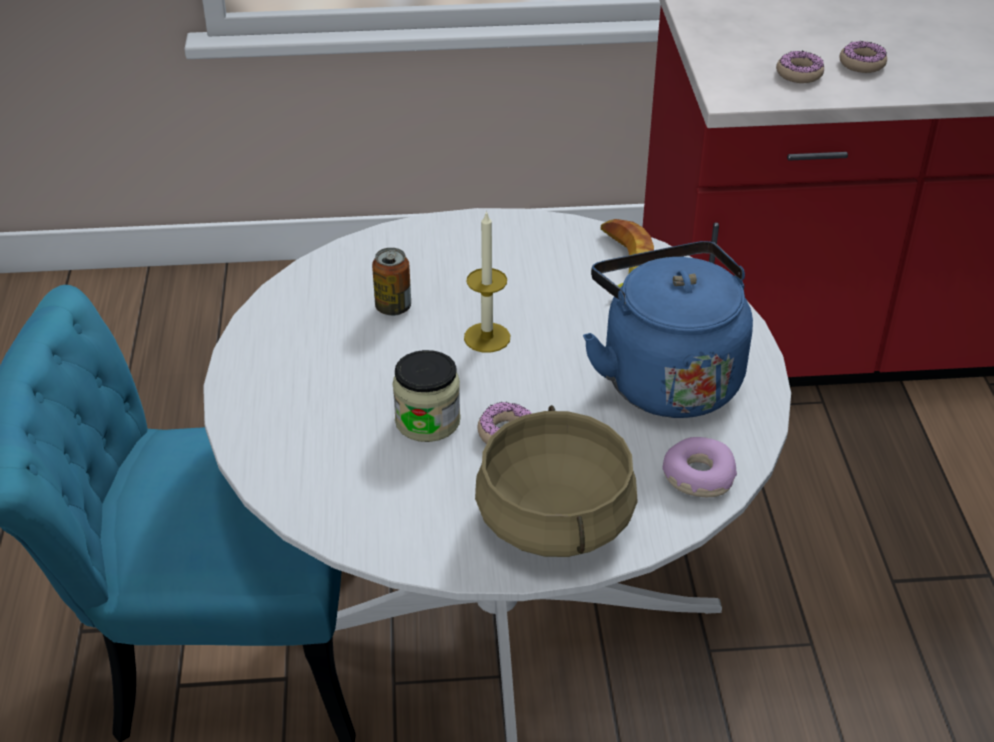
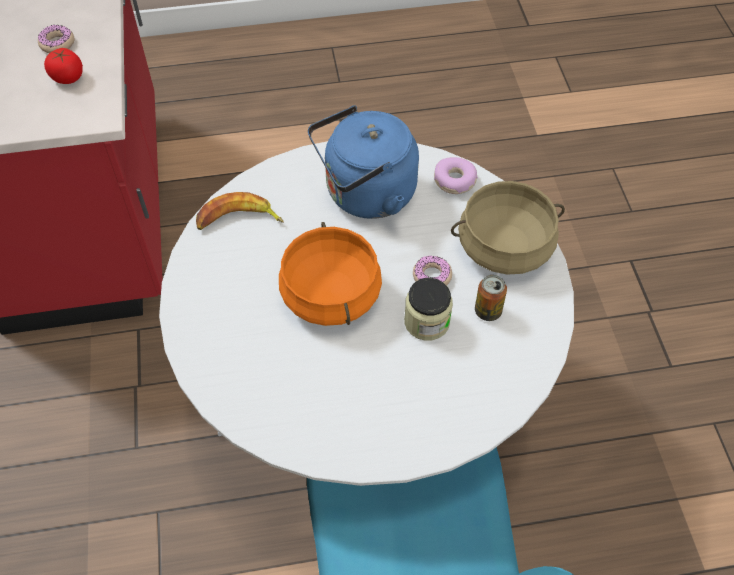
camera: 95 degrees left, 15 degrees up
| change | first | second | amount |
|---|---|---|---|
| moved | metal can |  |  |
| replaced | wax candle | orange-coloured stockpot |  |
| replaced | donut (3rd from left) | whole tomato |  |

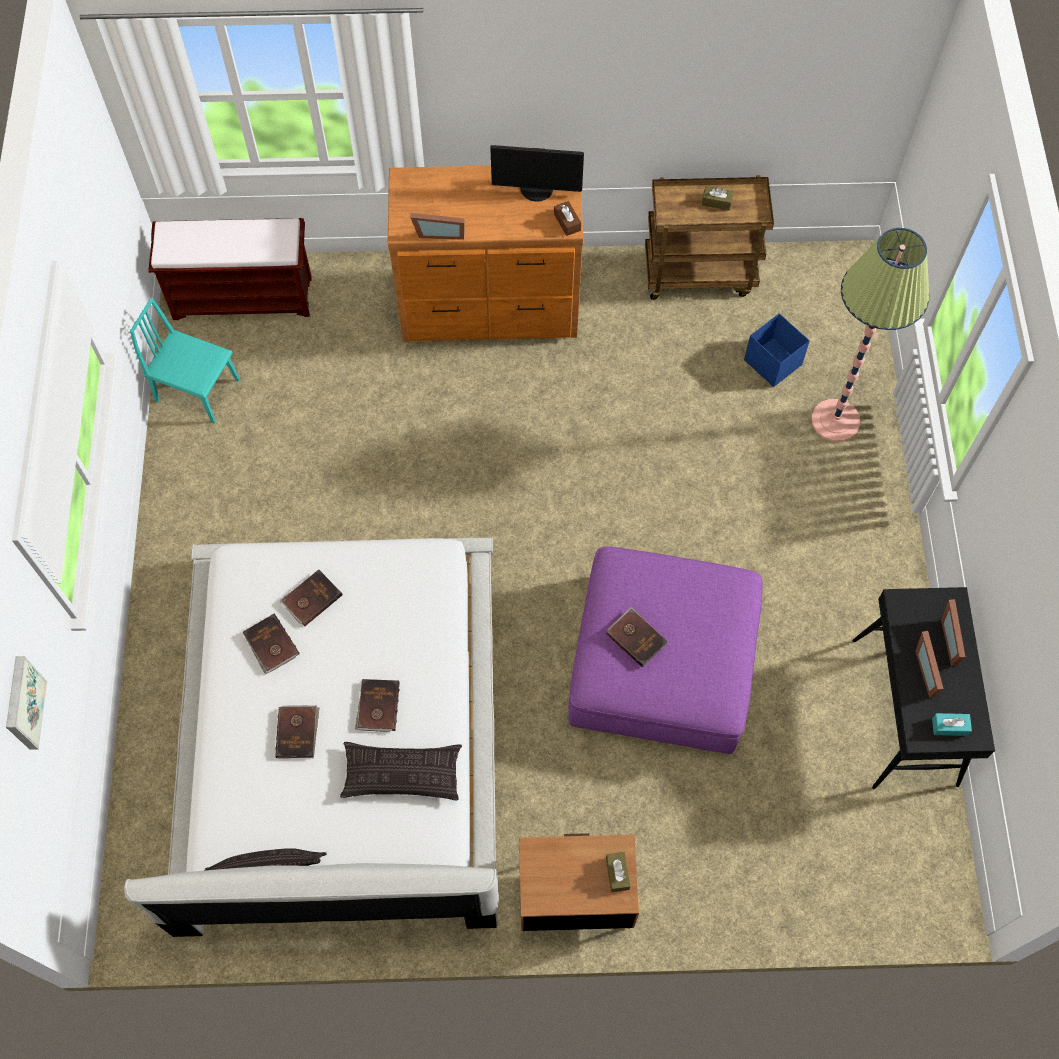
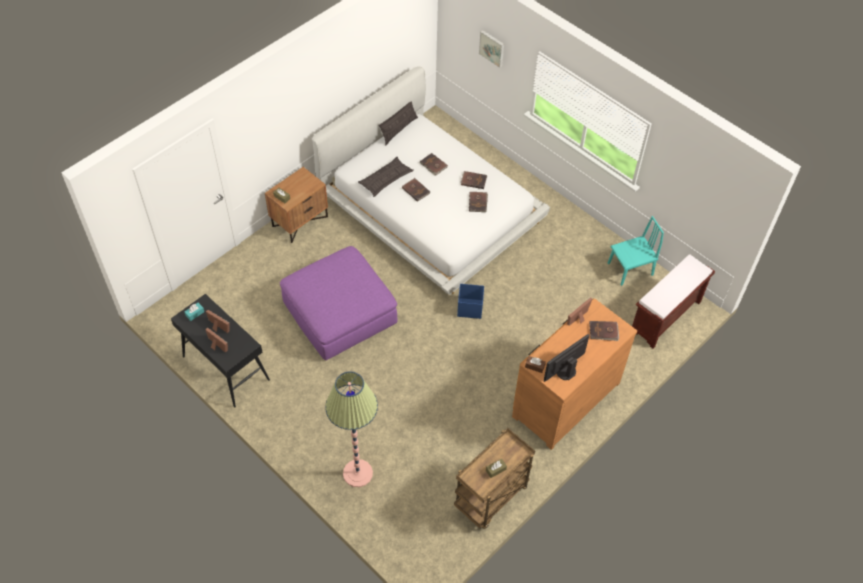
camera: 135 degrees right, 10 degrees down
| change | first | second | amount |
|---|---|---|---|
| moved | brown volume (5th from left) |  |  |
| moved | blue-coloured storage container |  |  |

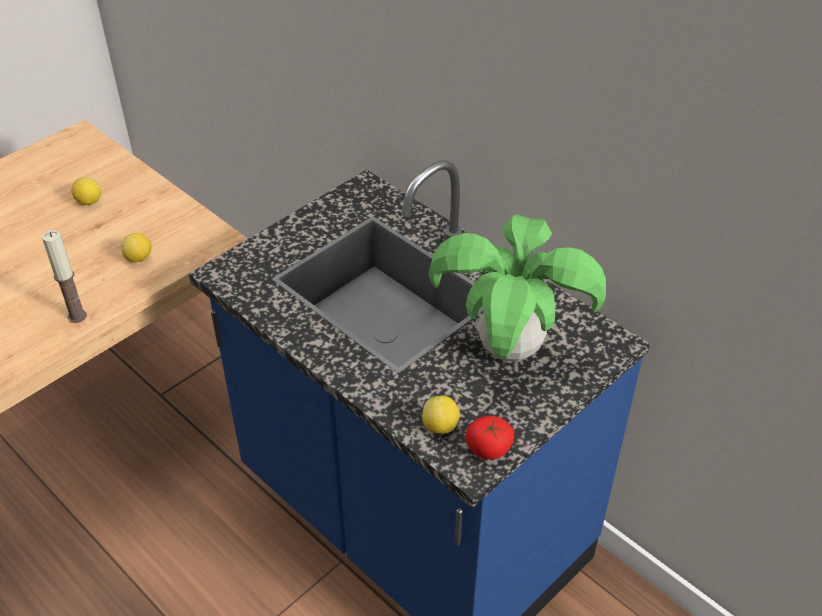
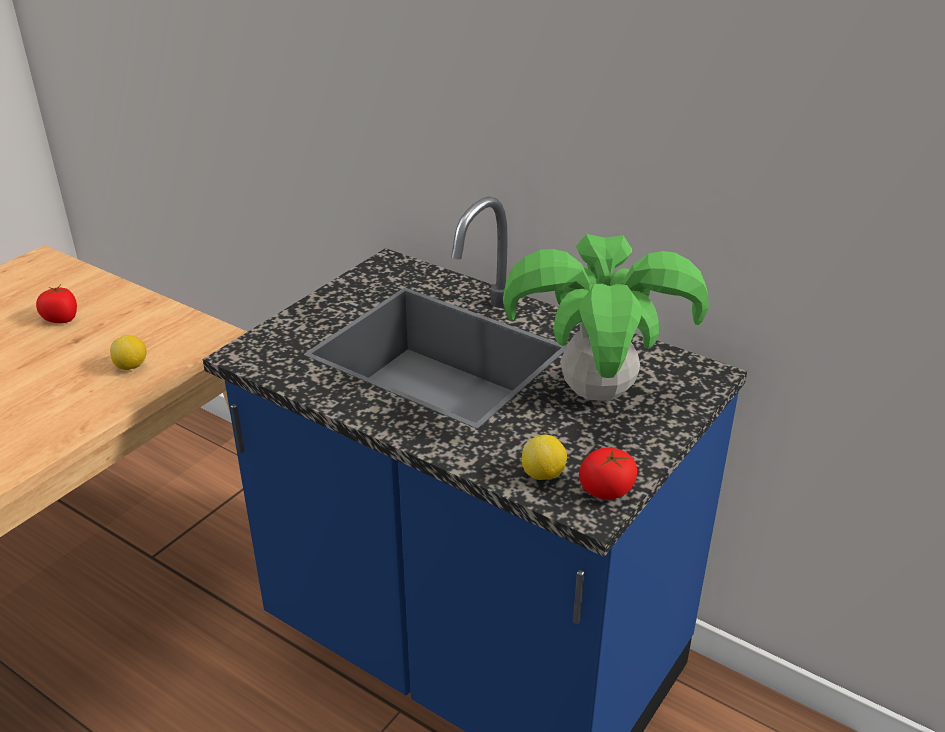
camera: 10 degrees left, 10 degrees down
| change | first | second | amount |
|---|---|---|---|
| removed | wax candle |  |  |
| replaced | citrus fruit (1st from left) | whole tomato (1st from left) |  |

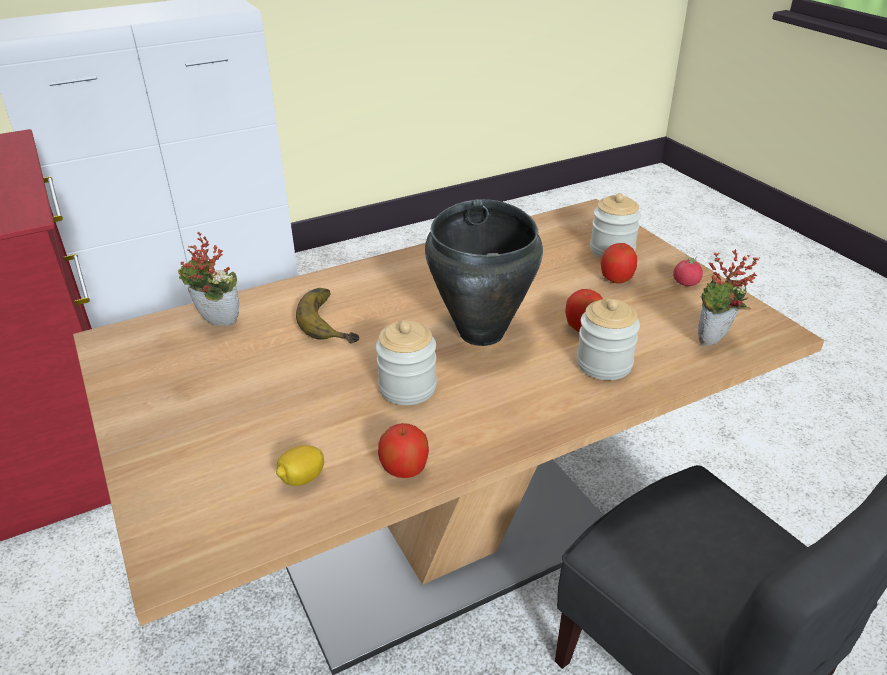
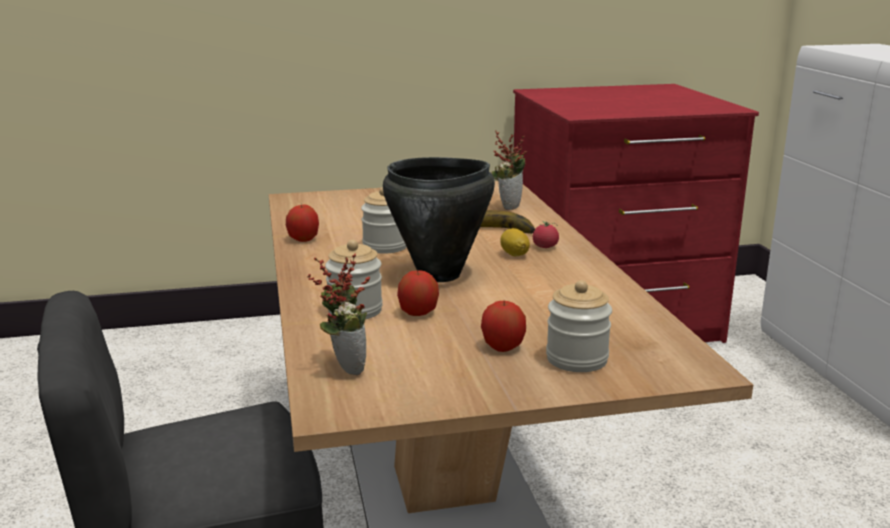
camera: 105 degrees right, 15 degrees down
| change | first | second | amount |
|---|---|---|---|
| moved | citrus fruit |  |  |
| moved | whole tomato |  |  |

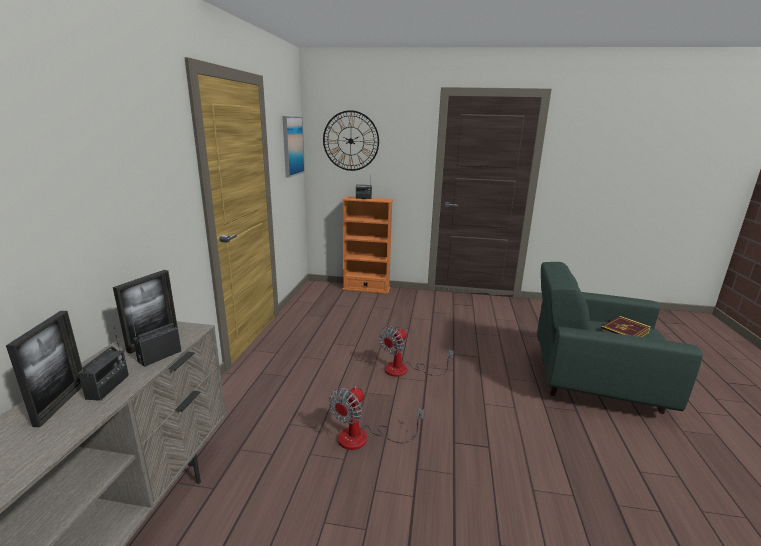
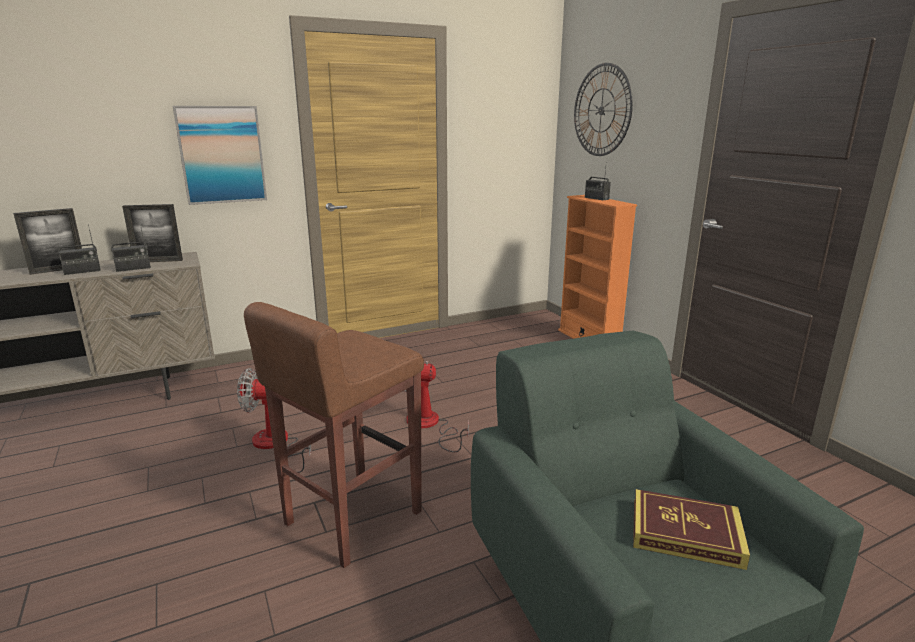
camera: 55 degrees right, 0 degrees up
| change | first | second | amount |
|---|---|---|---|
| turned | radio set (2nd from left) |  | 150 degrees clockwise |
| moved | picture |  |  |
| added |  | brown stool seat |  |

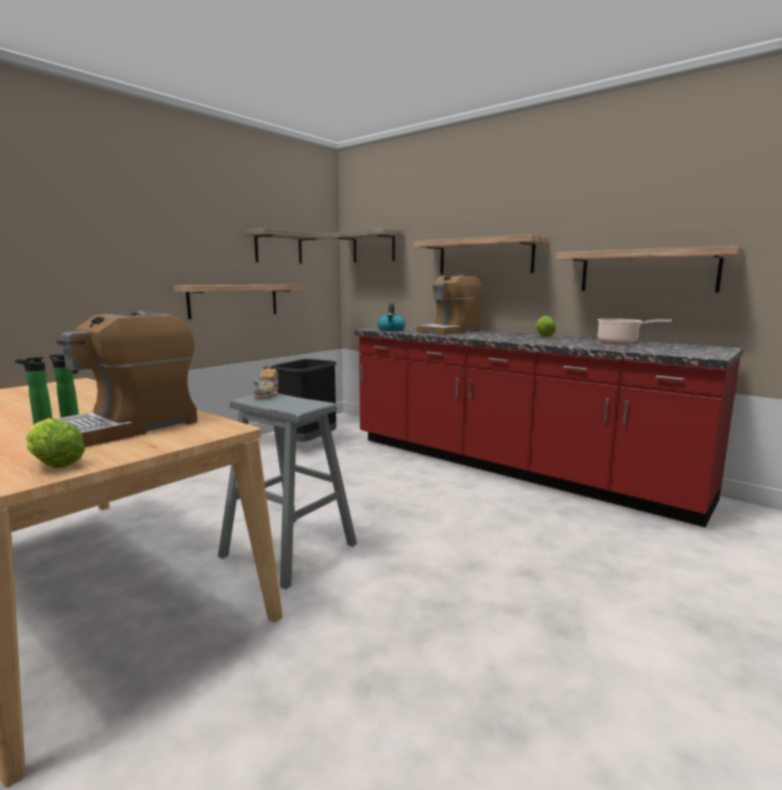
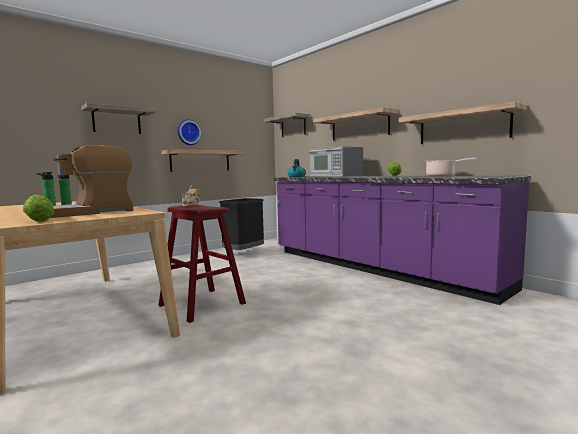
camera: 10 degrees right, 5 degrees down
| change | first | second | amount |
|---|---|---|---|
| recoloured | grey stool seat | red stool seat |  |
| moved | shelf (2nd from left in the first image) | shelf (1st from left) |  |
| recoloured | red kitchen counter | purple-coloured kitchen counter |  |
| replaced | coffee brewer (2nd from left) | microwave oven |  |
| added |  | clock on the wall |  |

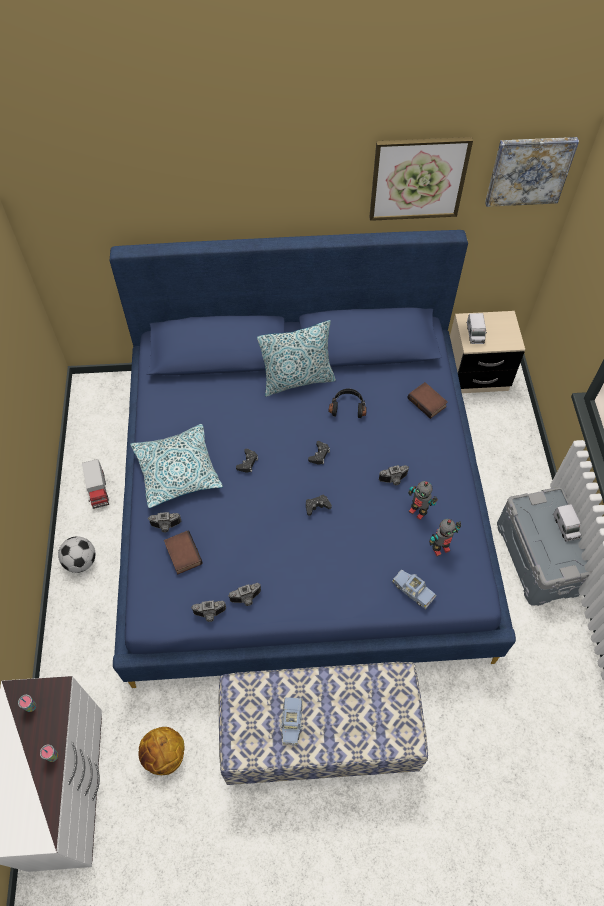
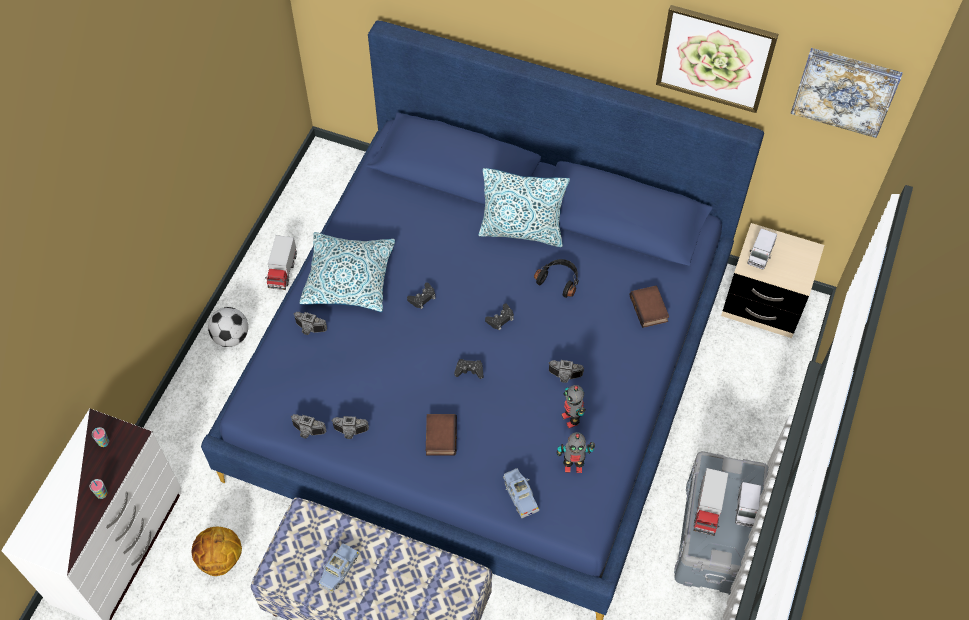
camera: 25 degrees right, 0 degrees up
| change | first | second | amount |
|---|---|---|---|
| moved | volume (1st from left) |  |  |
| added |  | toy truck (2nd from left) |  |

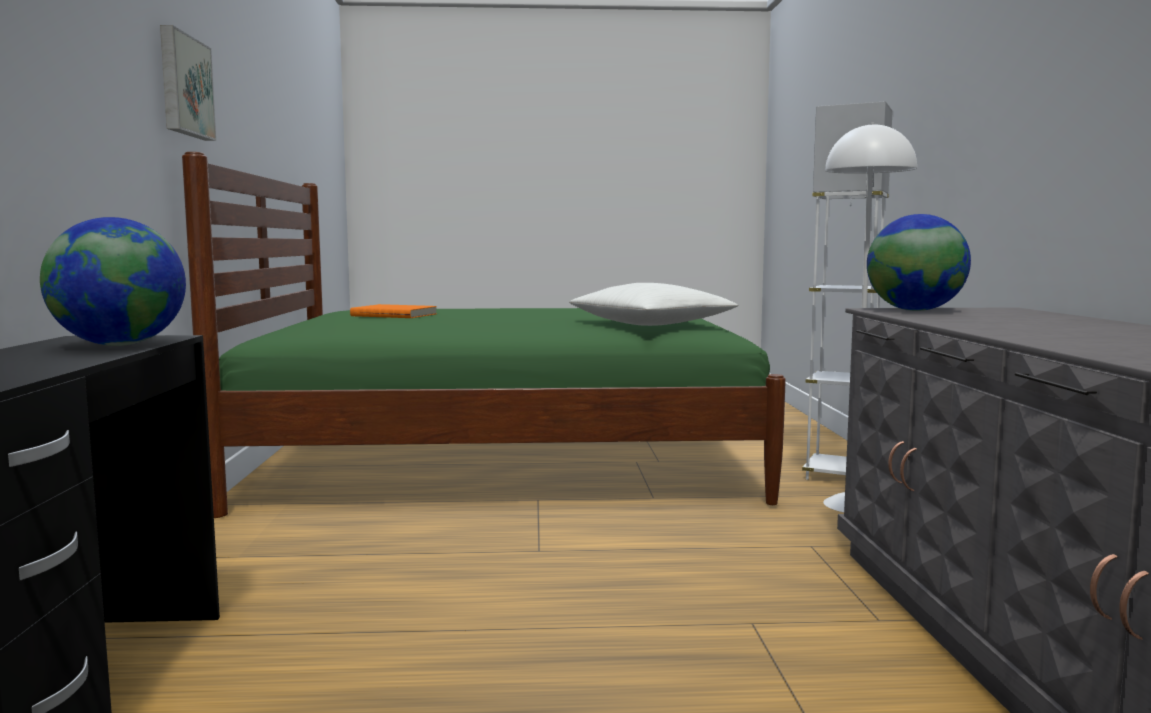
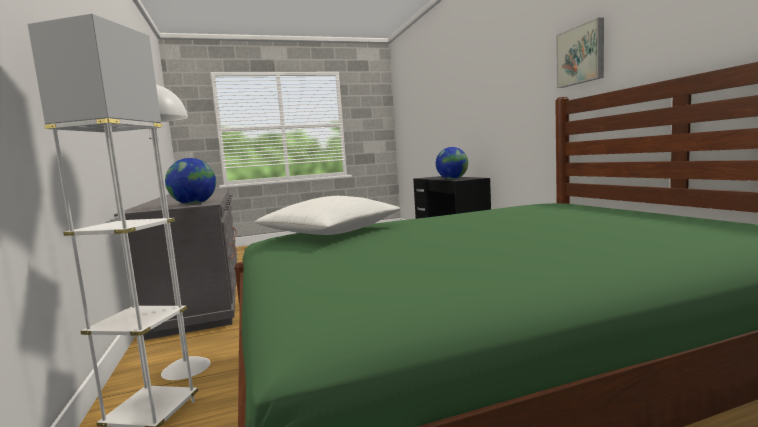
camera: 165 degrees right, 0 degrees up
| change | first | second | amount |
|---|---|---|---|
| removed | orange-coloured volume |  |  |

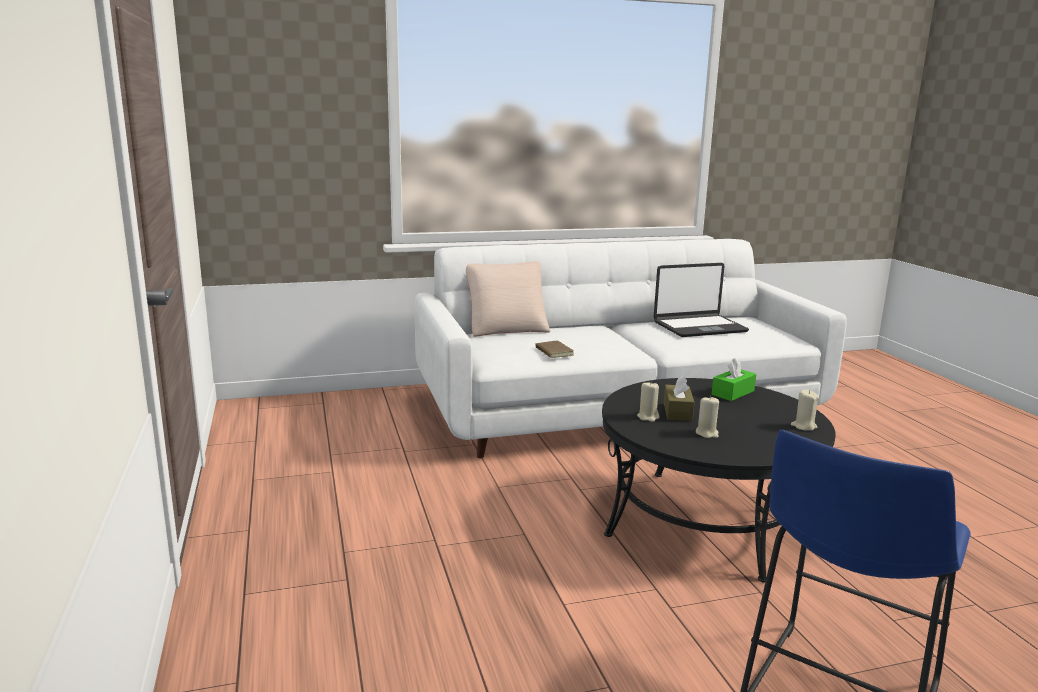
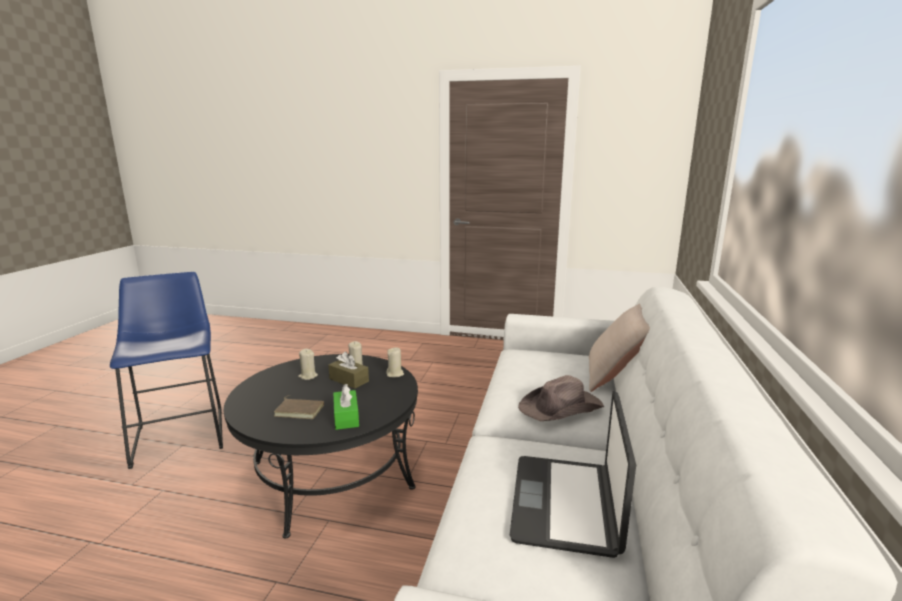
camera: 120 degrees right, 0 degrees up
| change | first | second | amount |
|---|---|---|---|
| moved | brown volume |  |  |
| moved | beige-coloured wax candle (3rd from left) |  |  |
| added |  | brown clothing hat |  |

